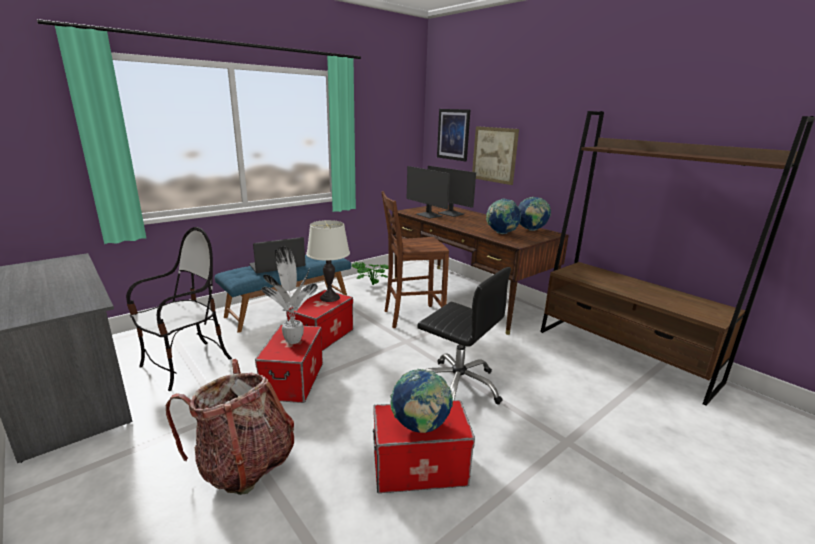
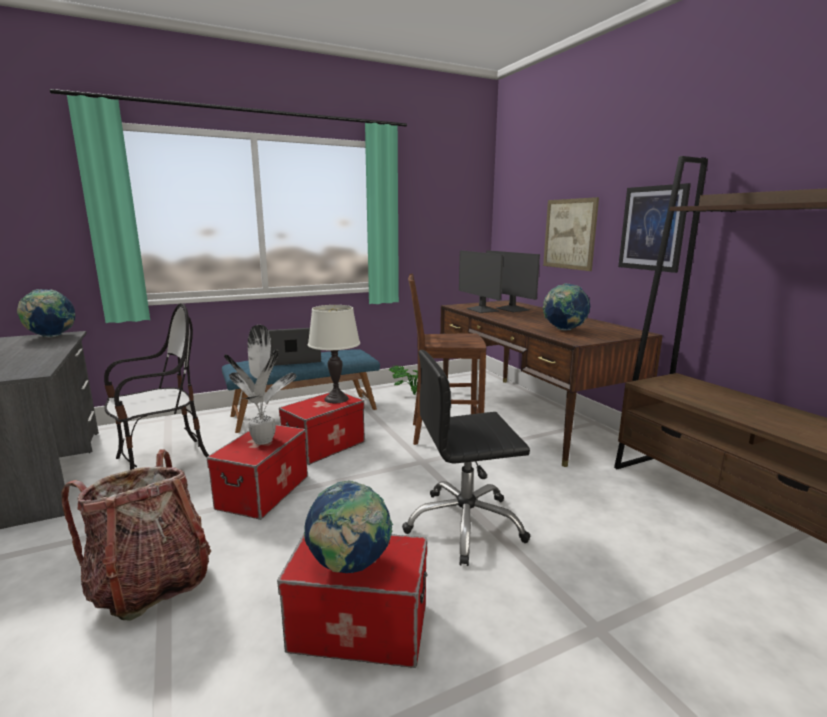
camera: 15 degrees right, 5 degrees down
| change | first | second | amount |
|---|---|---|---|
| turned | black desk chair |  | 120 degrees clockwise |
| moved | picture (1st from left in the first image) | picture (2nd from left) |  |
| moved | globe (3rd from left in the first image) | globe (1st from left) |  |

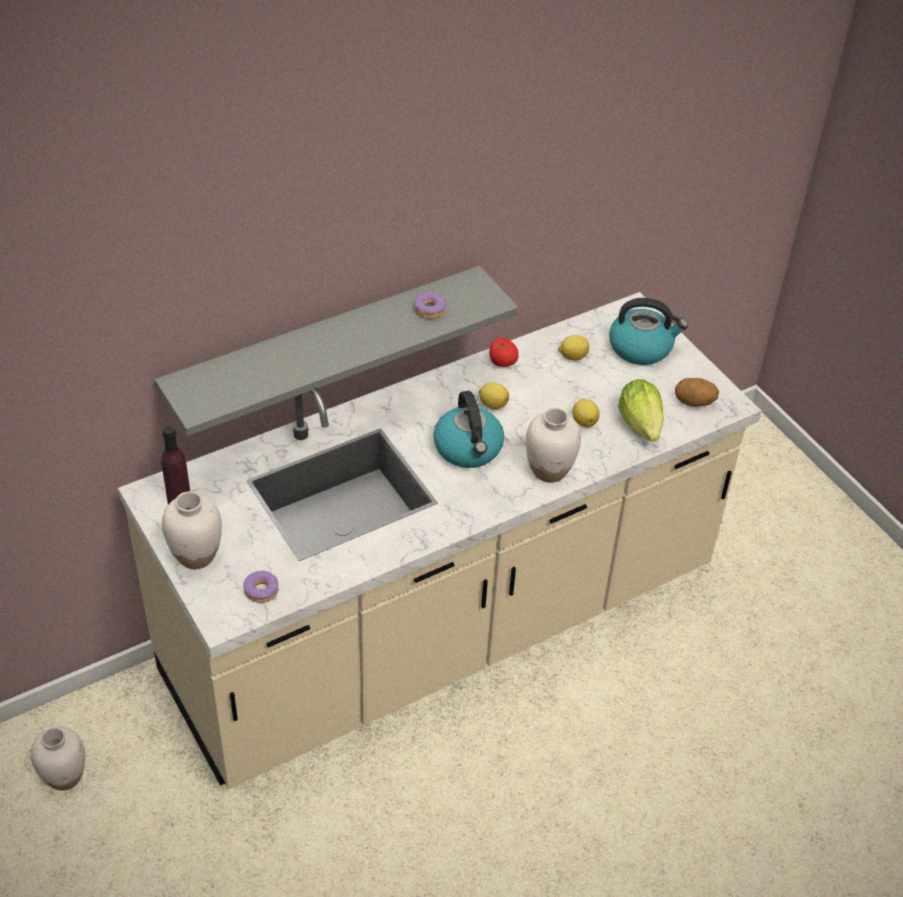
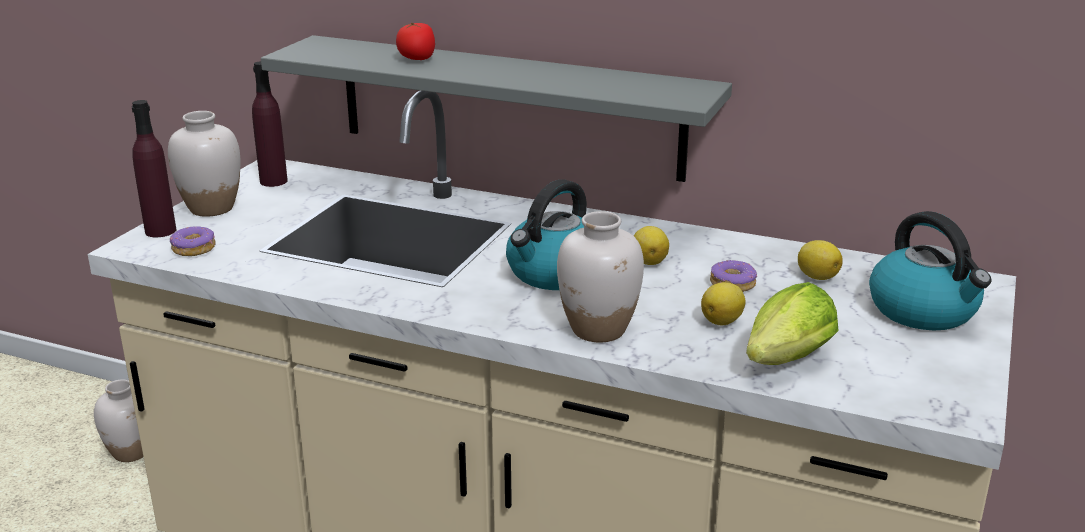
camera: 55 degrees right, 20 degrees down
| change | first | second | amount |
|---|---|---|---|
| moved | donut (2nd from left) |  |  |
| moved | whole tomato |  |  |
| removed | potato |  |  |
| added |  | purple-coloured beverage bottle (1st from left) |  |

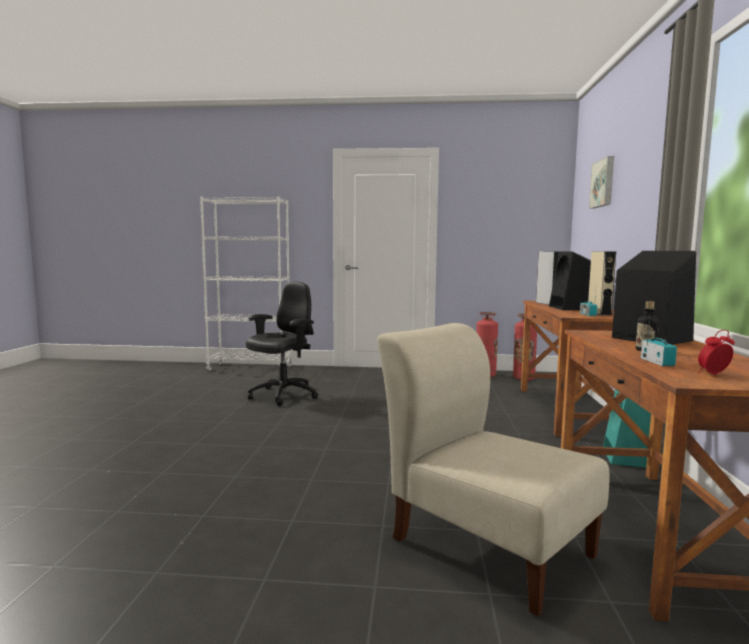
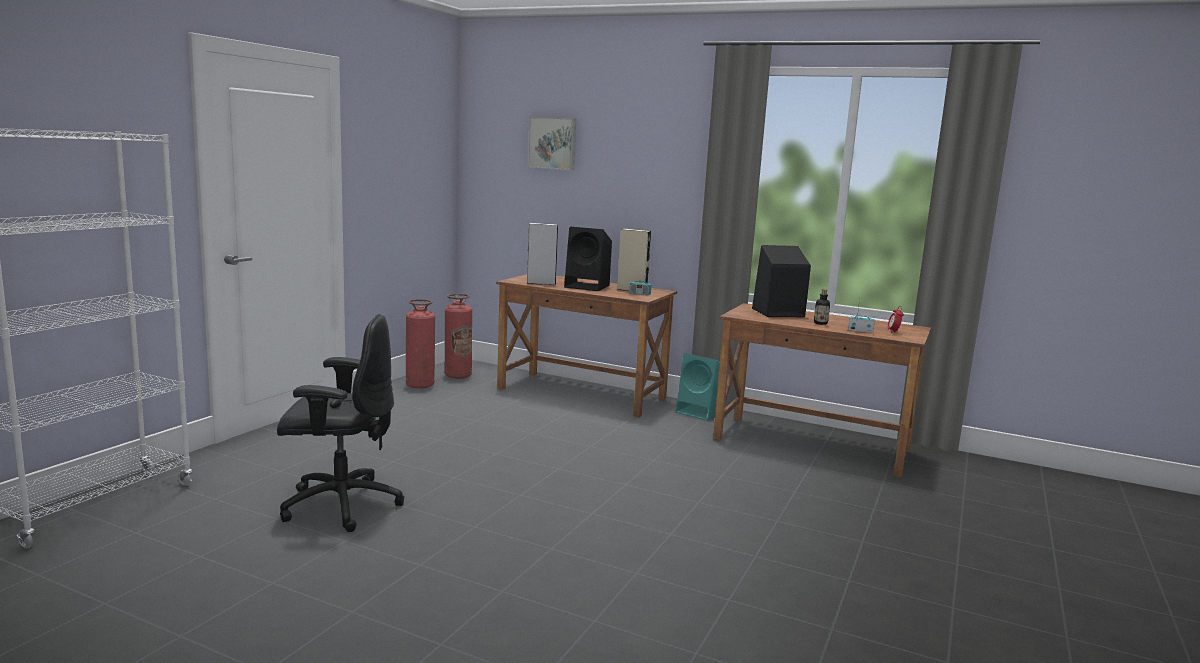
camera: 70 degrees left, 5 degrees up
| change | first | second | amount |
|---|---|---|---|
| turned | black desk chair |  | 120 degrees clockwise |
| removed | beige-coloured upright chair |  |  |

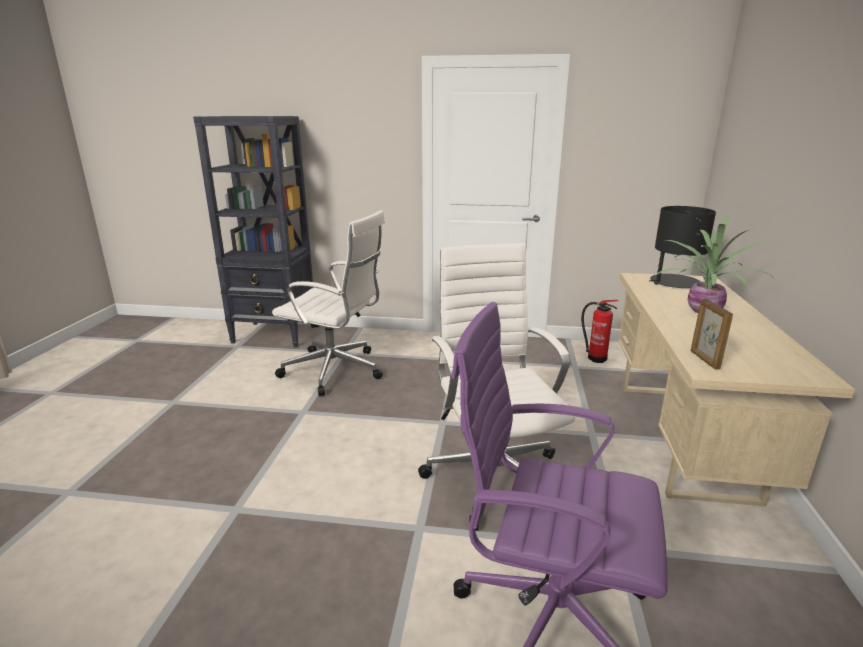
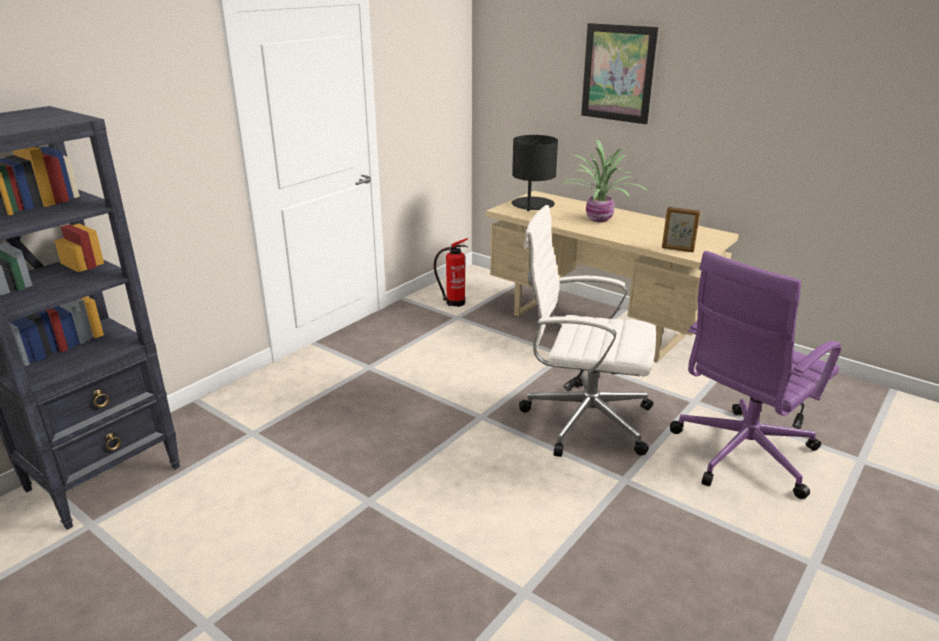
camera: 60 degrees left, 5 degrees up
| change | first | second | amount |
|---|---|---|---|
| removed | white desk chair (1st from left) |  |  |
| added |  | picture |  |

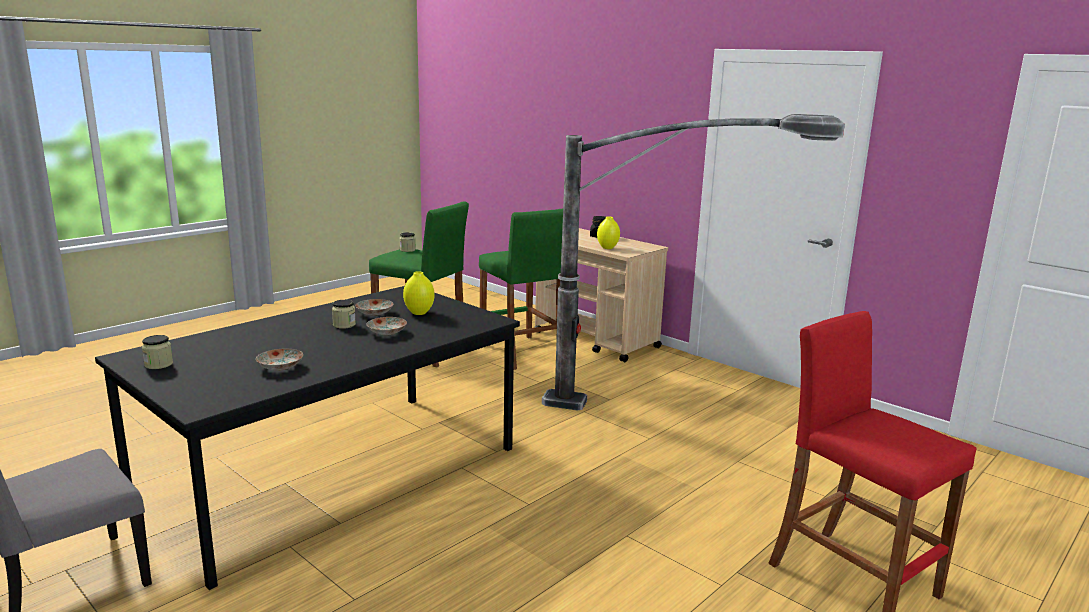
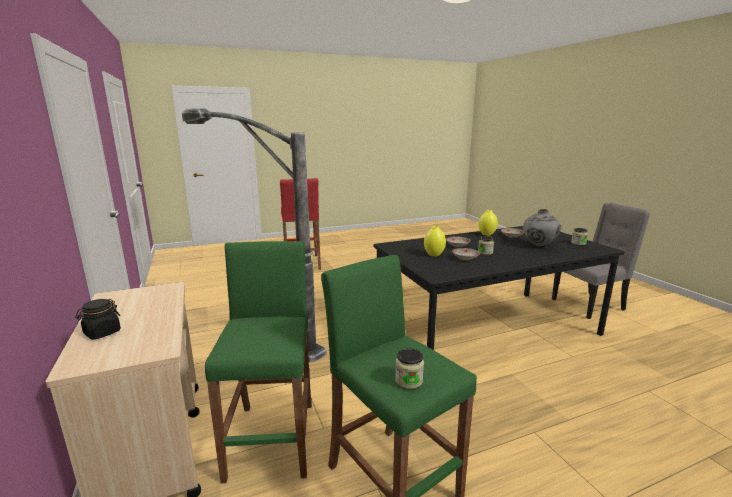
camera: 155 degrees left, 0 degrees up
| change | first | second | amount |
|---|---|---|---|
| moved | yellowish decorative vase (2nd from left) |  |  |
| added |  | grey decorative vase |  |

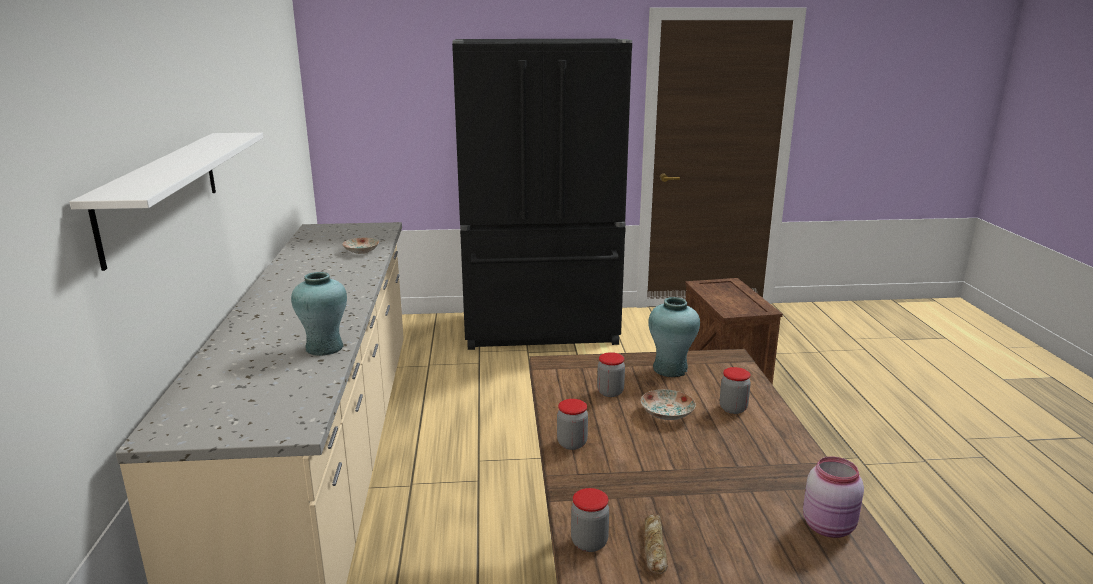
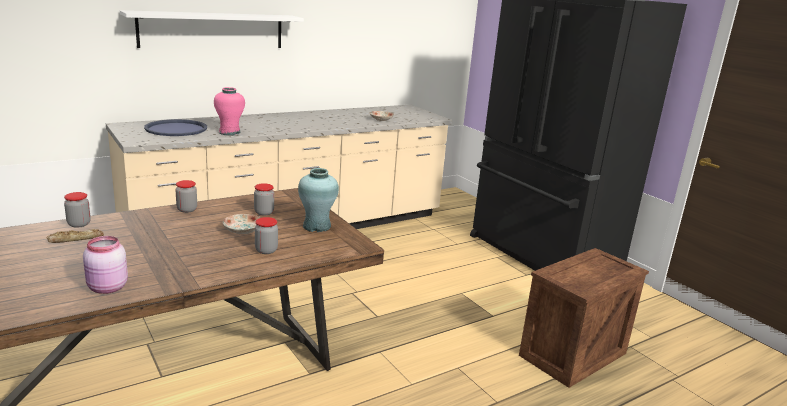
camera: 60 degrees right, 0 degrees up
| change | first | second | amount |
|---|---|---|---|
| recoloured | turquoise decorative vase (1st from left) | pinkish decorative vase |  |
| added |  | blue-coloured tray |  |

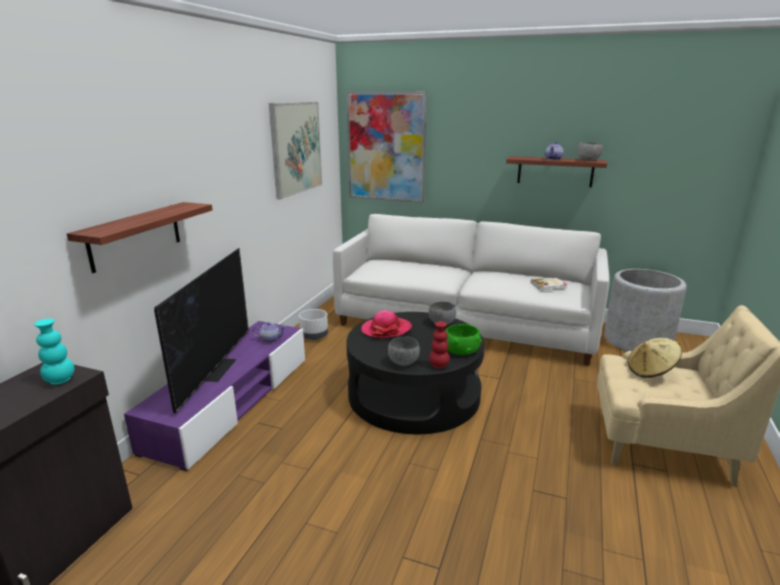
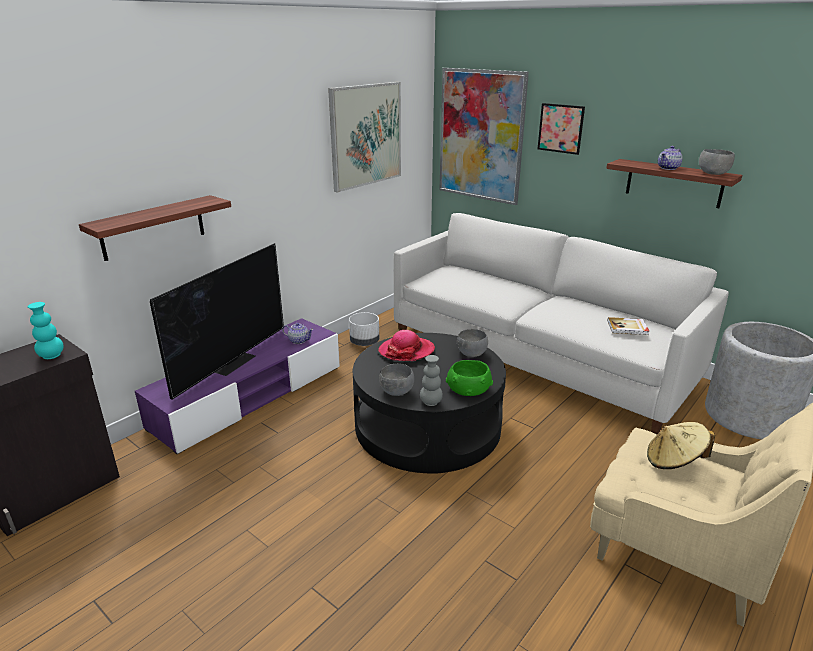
camera: 20 degrees right, 5 degrees up
| change | first | second | amount |
|---|---|---|---|
| recoloured | red decorative vase | grey decorative vase |  |
| added |  | picture (3rd from left) |  |

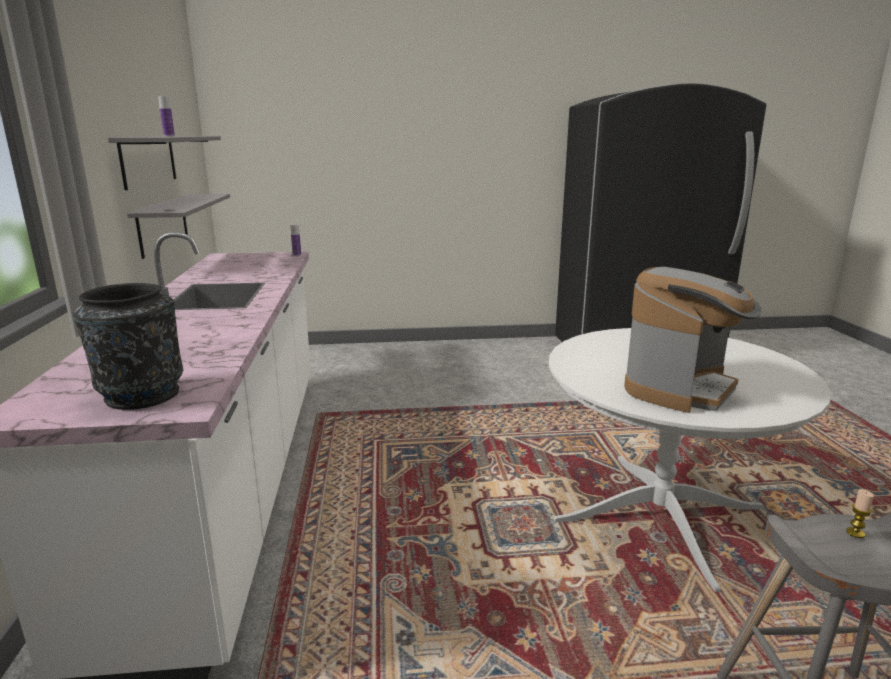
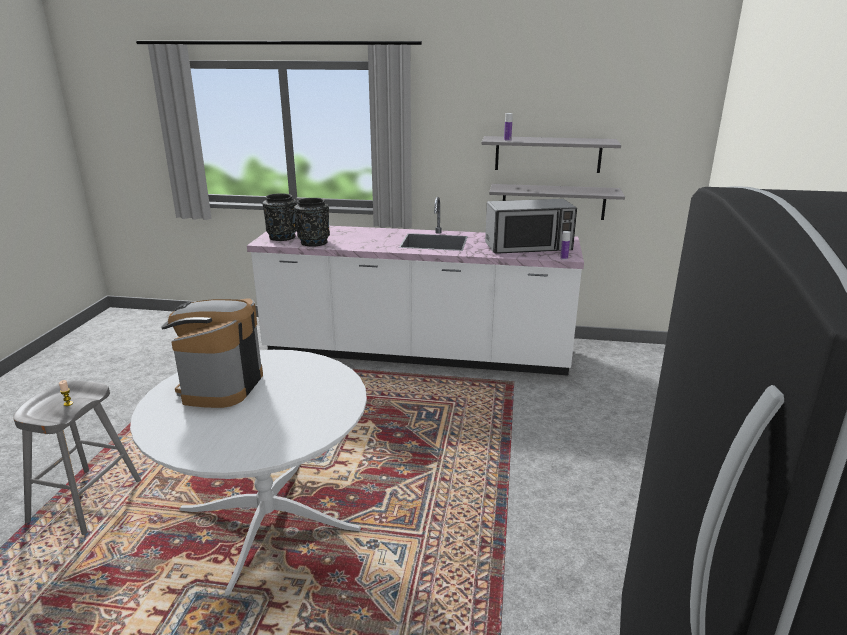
camera: 105 degrees right, 5 degrees up
| change | first | second | amount |
|---|---|---|---|
| turned | coffee brewer |  | 45 degrees clockwise |
| added |  | black decorative vase (2nd from left) |  |
| added |  | microwave oven |  |

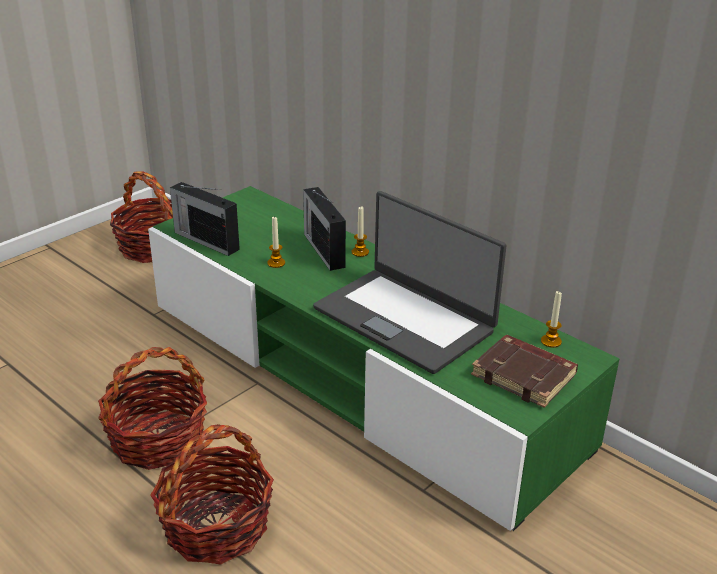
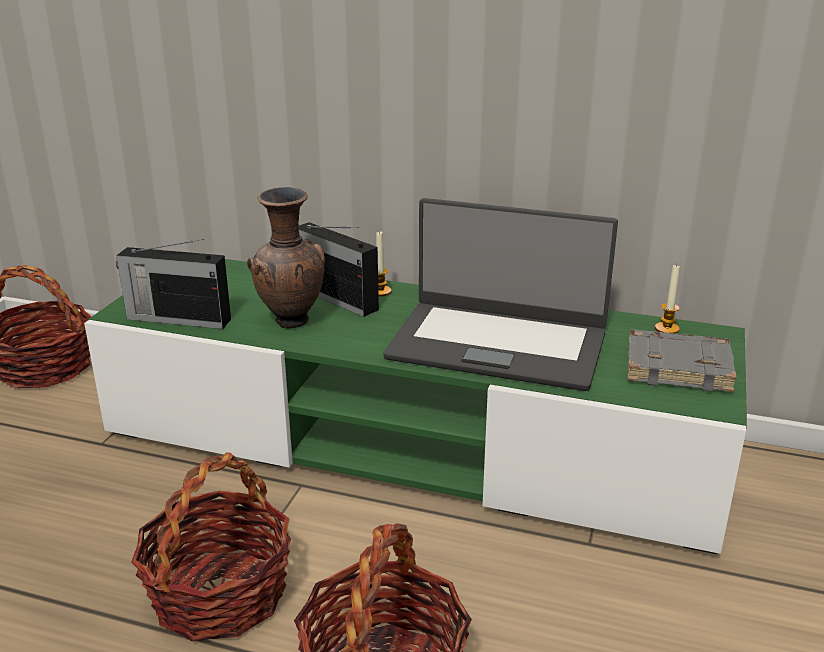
camera: 25 degrees left, 5 degrees down
| change | first | second | amount |
|---|---|---|---|
| replaced | wax candle (1st from left) | brown decorative vase |  |
| recoloured | brown volume | grey volume |  |

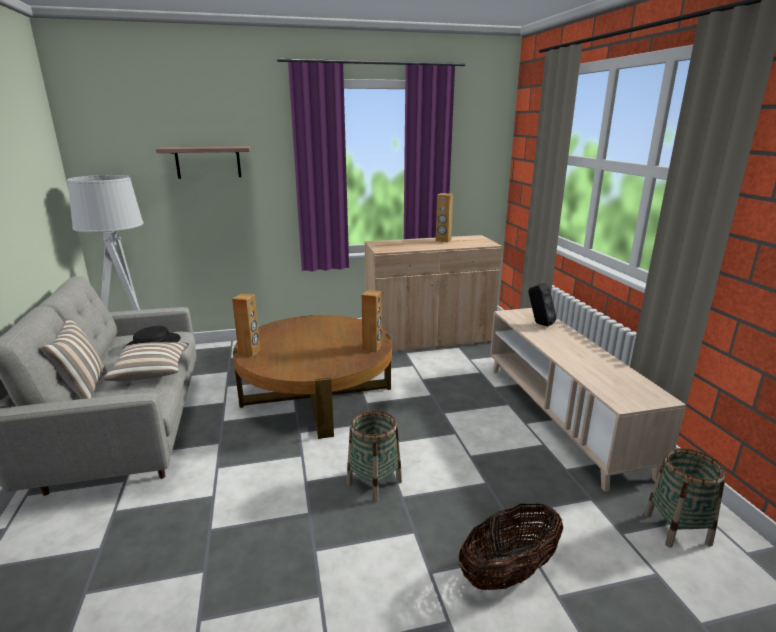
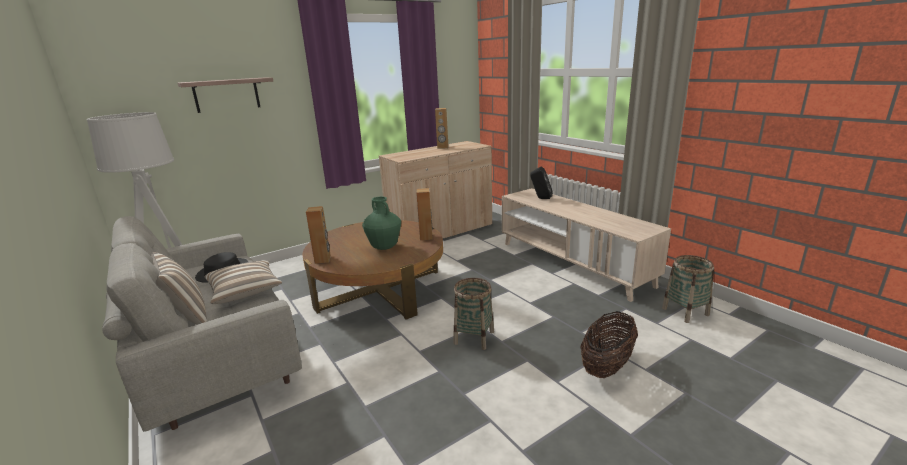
camera: 20 degrees left, 0 degrees up
| change | first | second | amount |
|---|---|---|---|
| added |  | green decorative vase |  |

